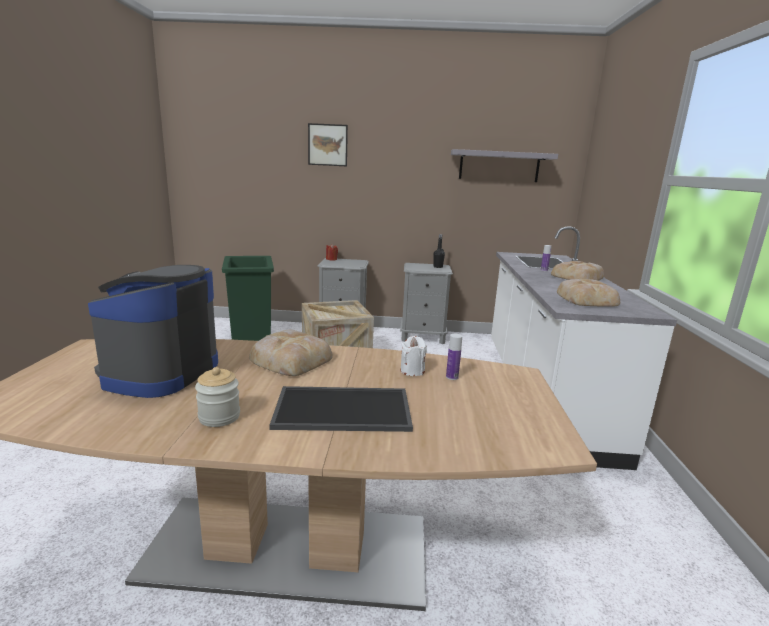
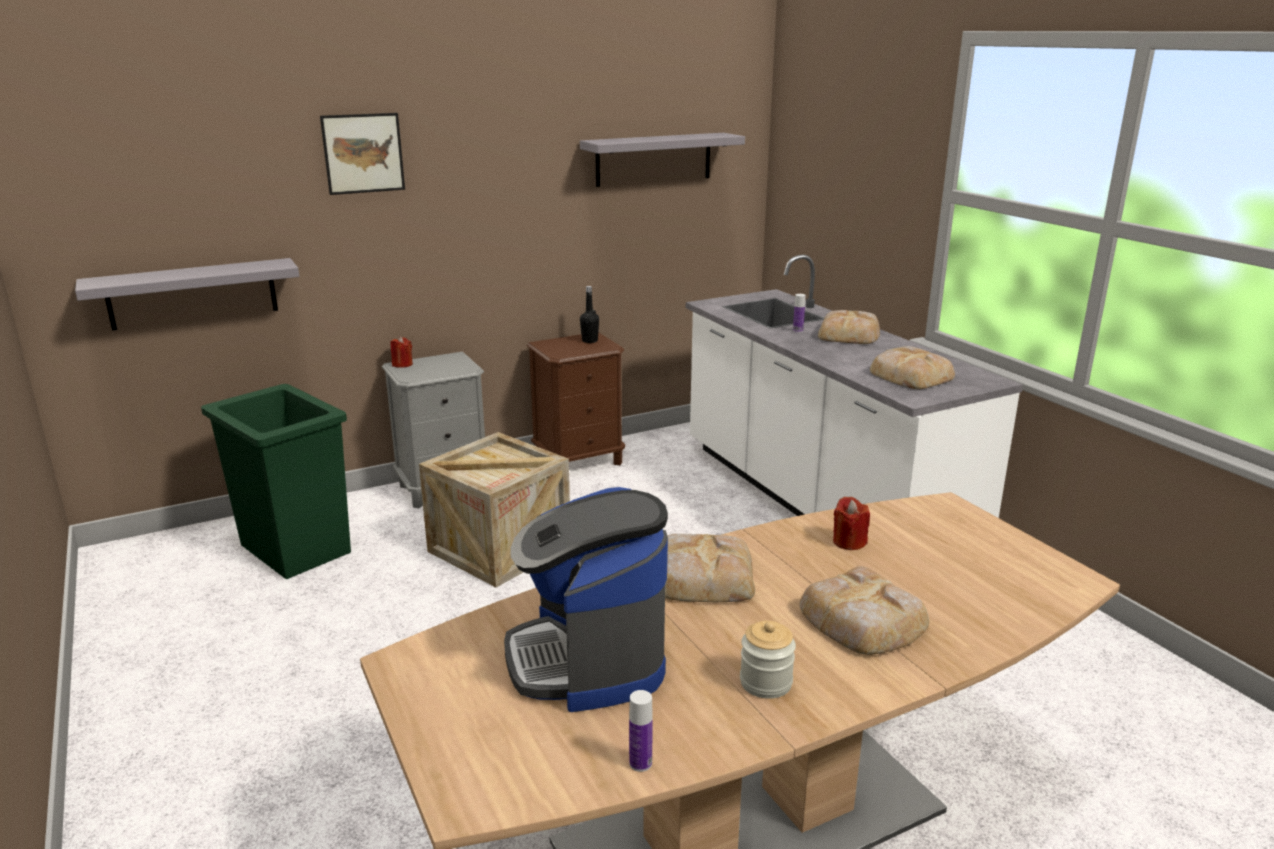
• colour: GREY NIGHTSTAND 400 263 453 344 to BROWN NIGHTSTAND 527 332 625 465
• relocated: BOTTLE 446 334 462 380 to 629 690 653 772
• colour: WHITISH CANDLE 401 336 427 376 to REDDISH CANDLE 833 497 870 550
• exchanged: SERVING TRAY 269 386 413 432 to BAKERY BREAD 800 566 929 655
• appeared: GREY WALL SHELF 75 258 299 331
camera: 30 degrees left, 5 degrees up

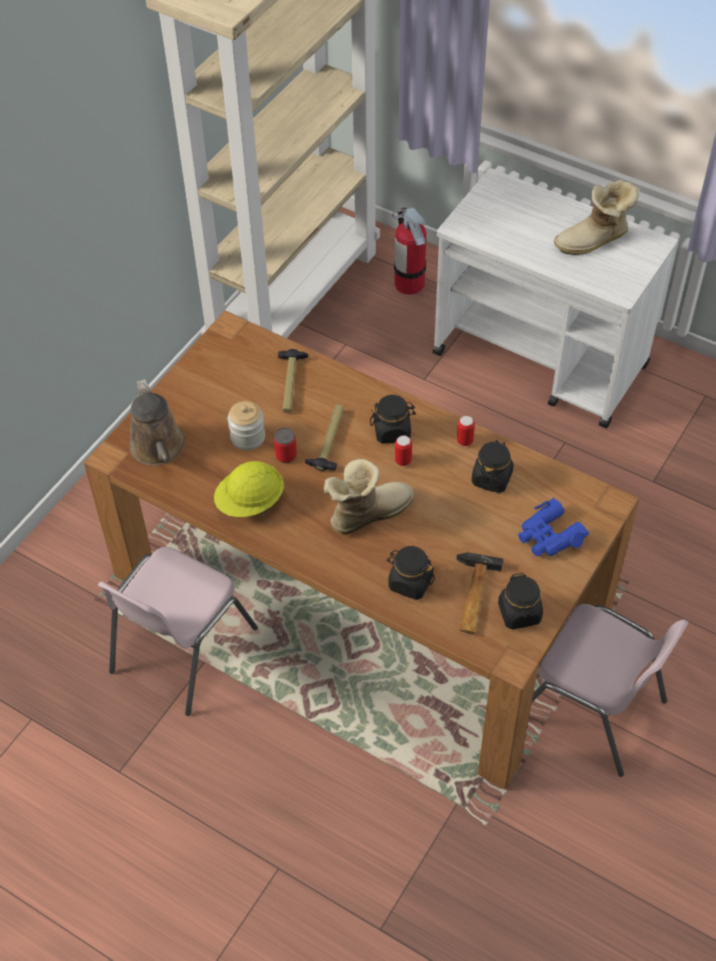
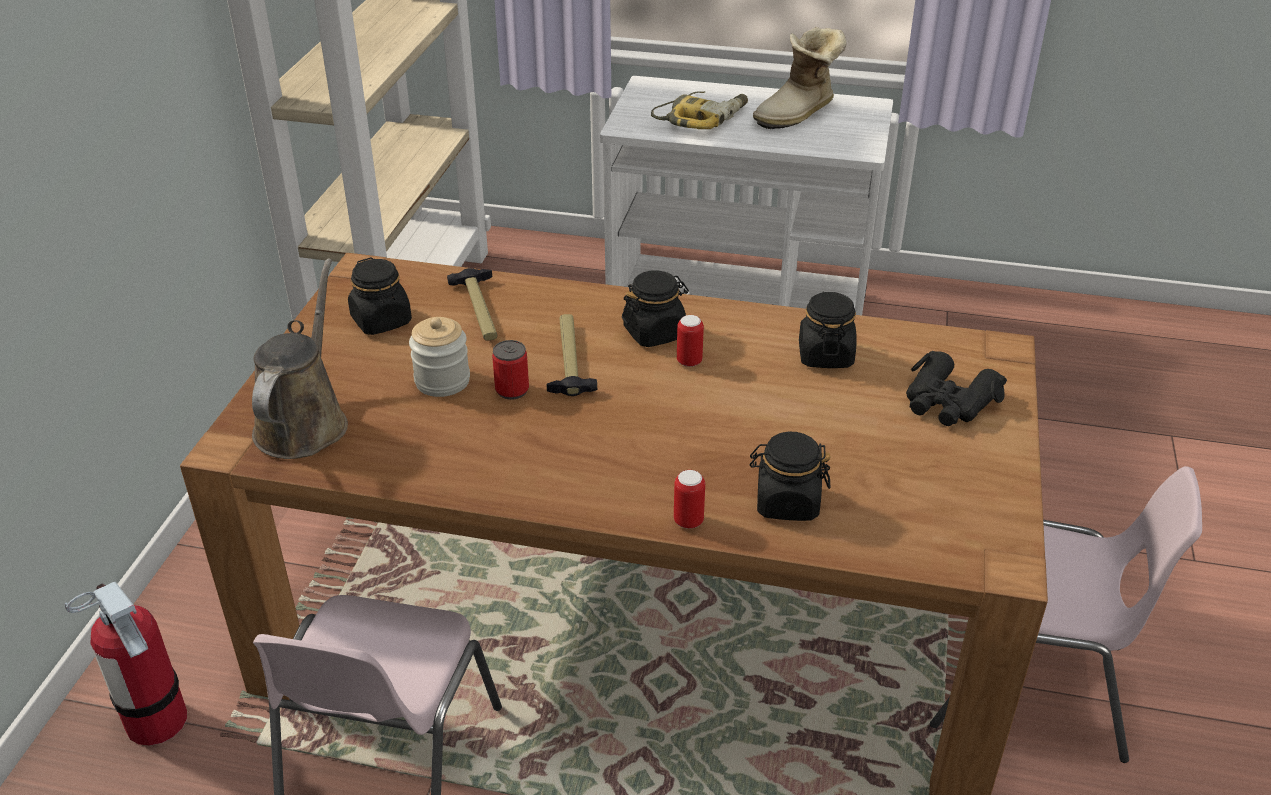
• relocated: FIRE EXTINGUISHER 392 207 426 295 to 64 582 187 746
• spun: BROWN WATERING CAN 129 379 185 466 = 252 259 348 459 135 degrees counterclockwise
• relocated: METAL CAN 457 416 475 446 to 674 470 705 529
• missing: TALL BOOT 324 459 414 535
• missing: YELLOW-COLOURED WORK HELMET 214 461 284 517
• colour: BLUE-COLOURED PAIR OF BINOCULARS 518 498 589 556 to BLACKISH PAIR OF BINOCULARS 906 351 1007 426
• missing: HAMMER 456 552 503 634
• relocated: BLACKISH PRESERVE JAR 498 573 543 629 to 348 257 412 335
• appeared: ELECTRIC DRILL 651 91 748 129
camera: 20 degrees left, 15 degrees down

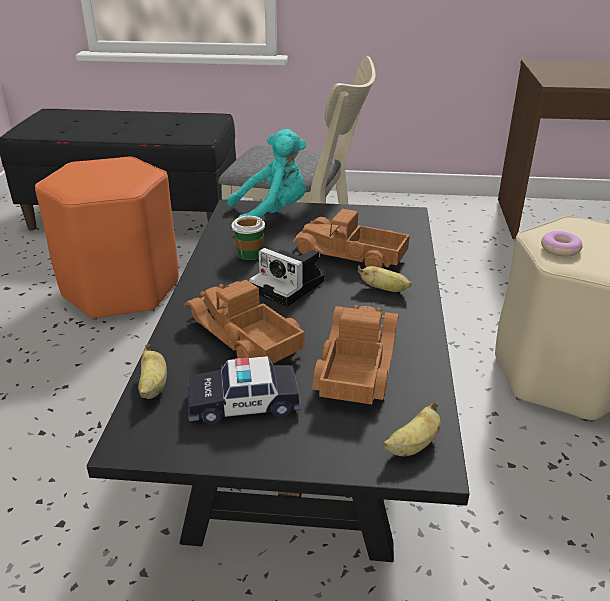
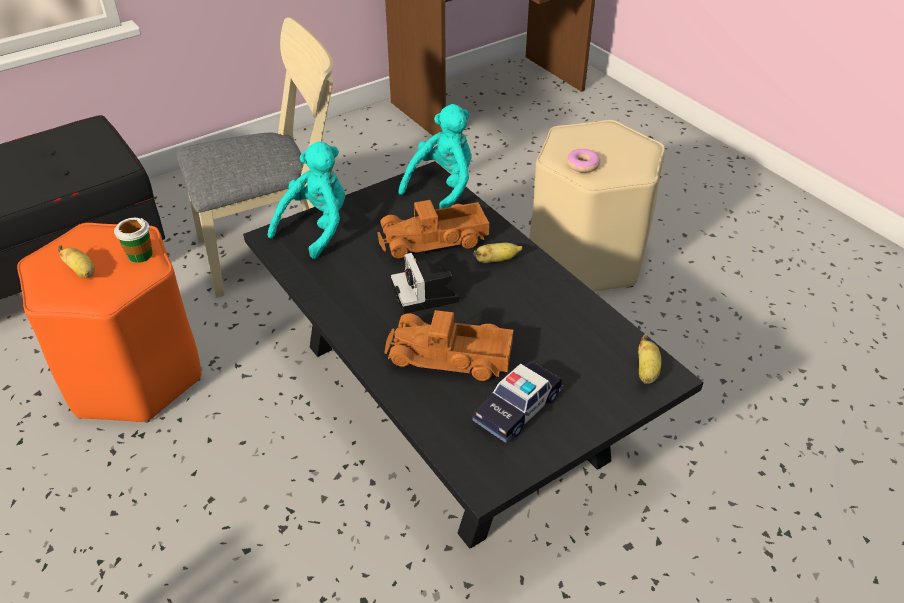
• relocated: SMALL CUP 231 215 265 260 to 114 218 153 263
• spun: STILL CAMERA 249 248 324 307 = 391 253 460 314 75 degrees clockwise
• missing: MODEL TRUCK 312 305 399 404
• relocated: BANANA 138 344 167 399 to 58 245 95 278
• appeared: TURQUOISE CUDDLY TOY 399 104 471 209
camera: 40 degrees left, 10 degrees up

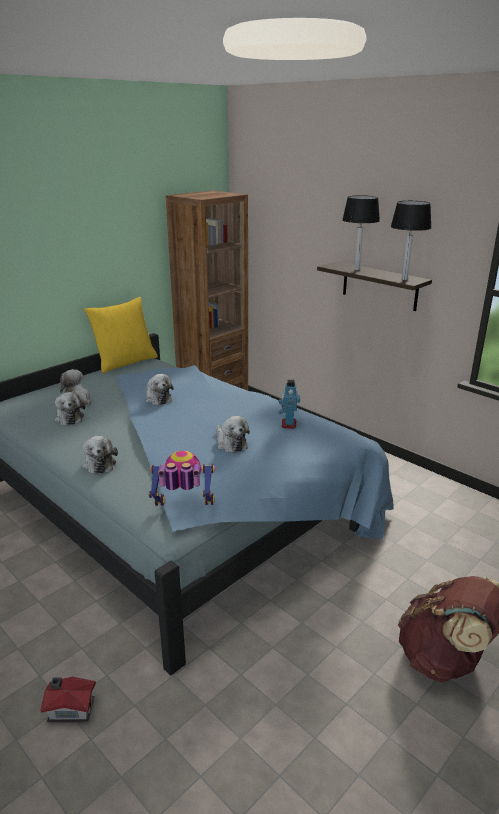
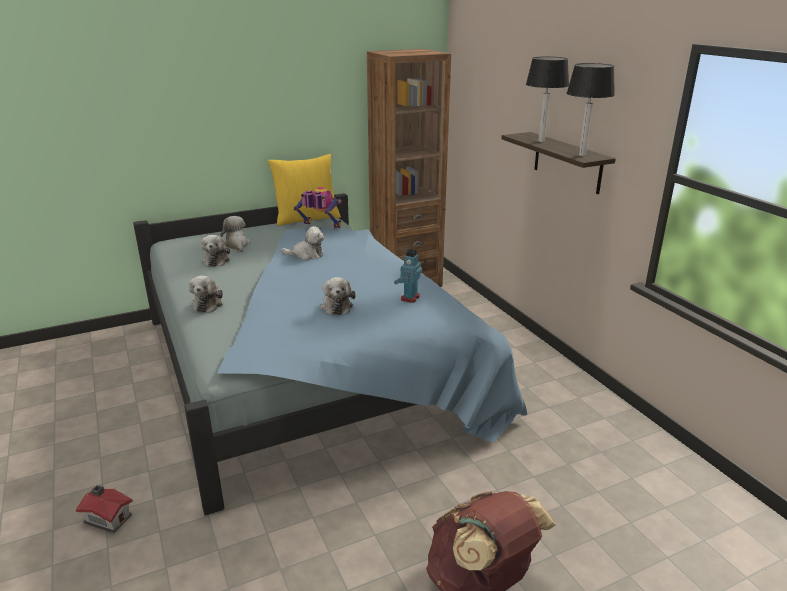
• spun: CUDDLY TOY 146 374 173 405 = 281 226 325 260 75 degrees counterclockwise
• relocated: TOY ROBOT 148 451 215 506 to 294 187 341 228
camera: 20 degrees right, 0 degrees up

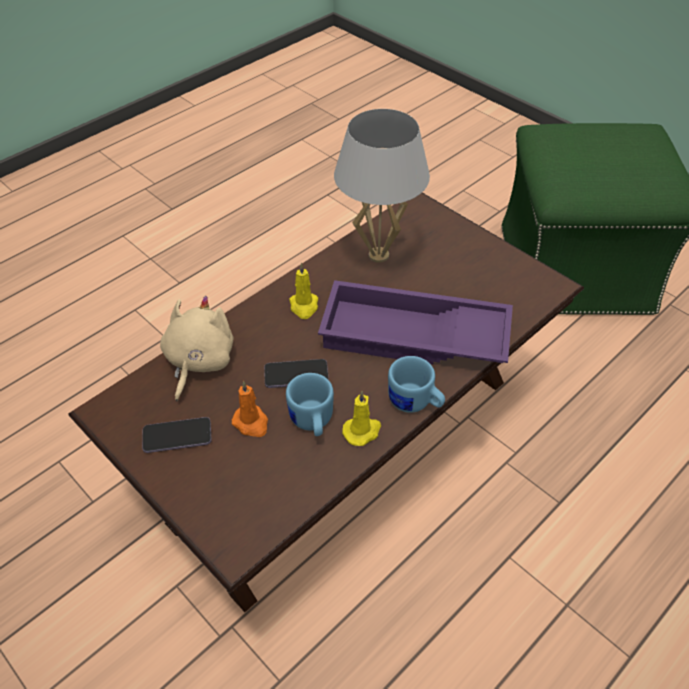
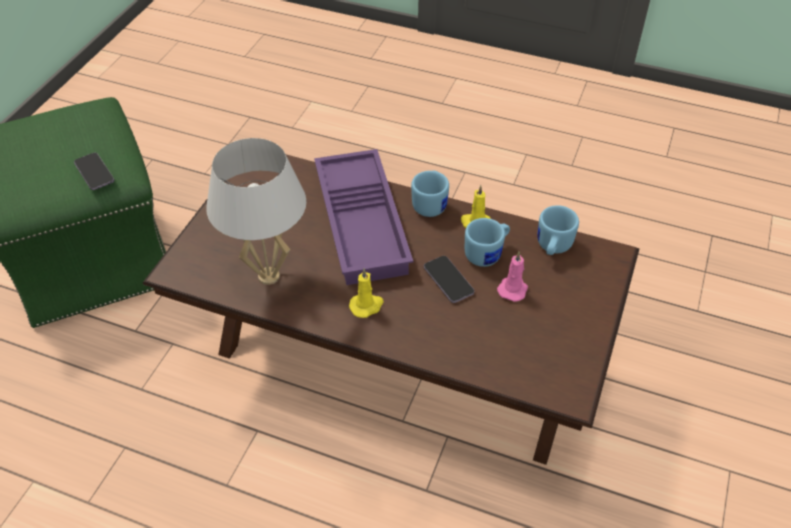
• missing: BEIGE CUDDLY TOY 160 296 234 402
• colour: ORANGE-COLOURED CANDLE 232 381 268 437 to PINK-COLOURED CANDLE 497 252 528 302
• relocated: PHONE 142 417 212 453 to 74 153 114 190
• appeared: BLUE-COLOURED COFFEE MUG 537 205 579 255
camera: 115 degrees left, 0 degrees up

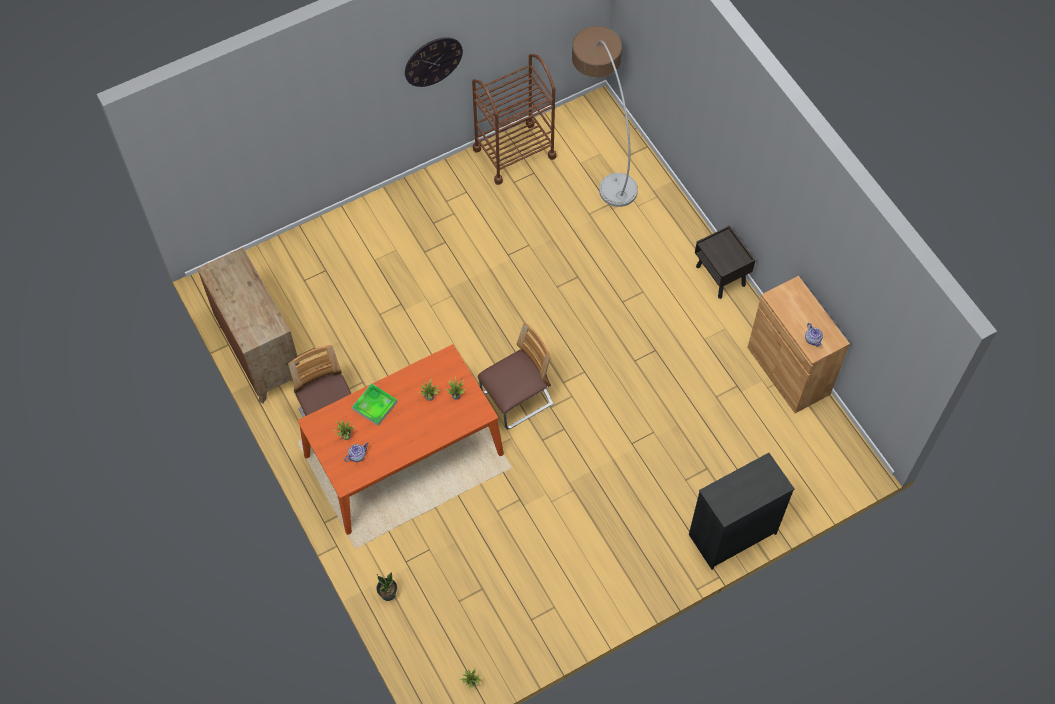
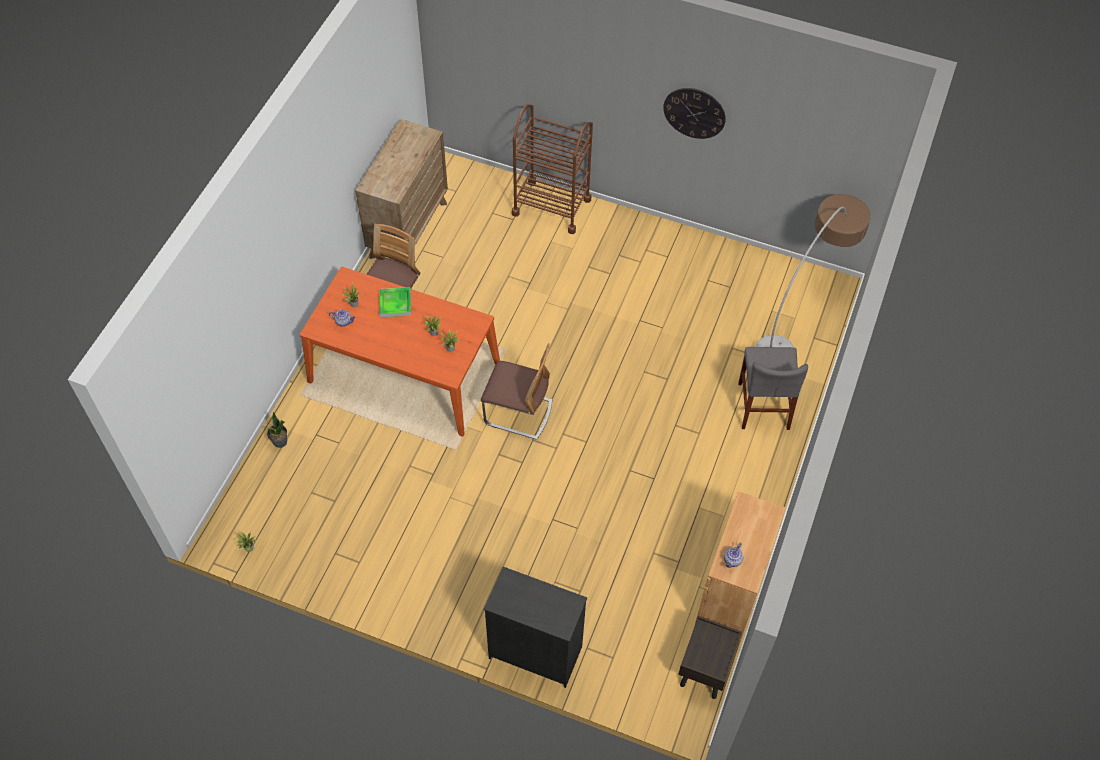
• relocated: BROWN WHEELED CART 472 54 556 185 to 512 104 593 234
• relocated: BROWN NIGHTSTAND 695 225 755 299 to 678 616 742 699
• appeared: GREY PLAIN CHAIR 738 347 808 430
camera: 50 degrees right, 5 degrees down

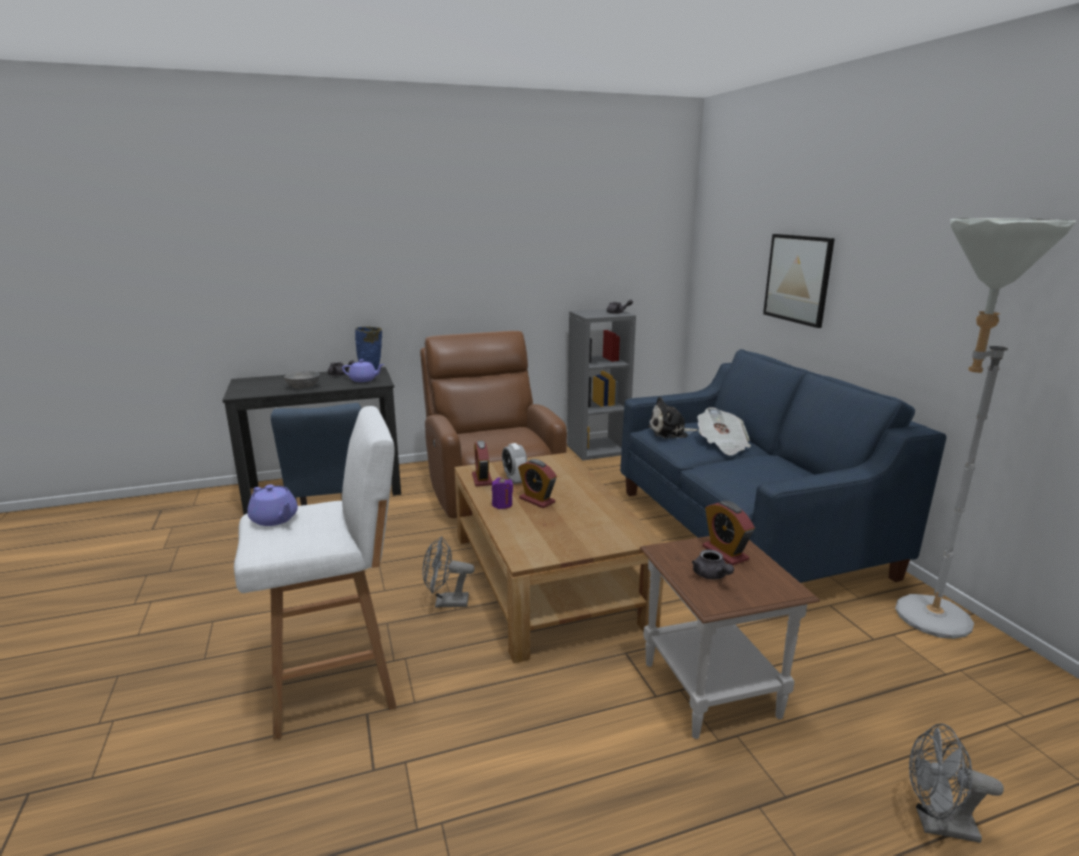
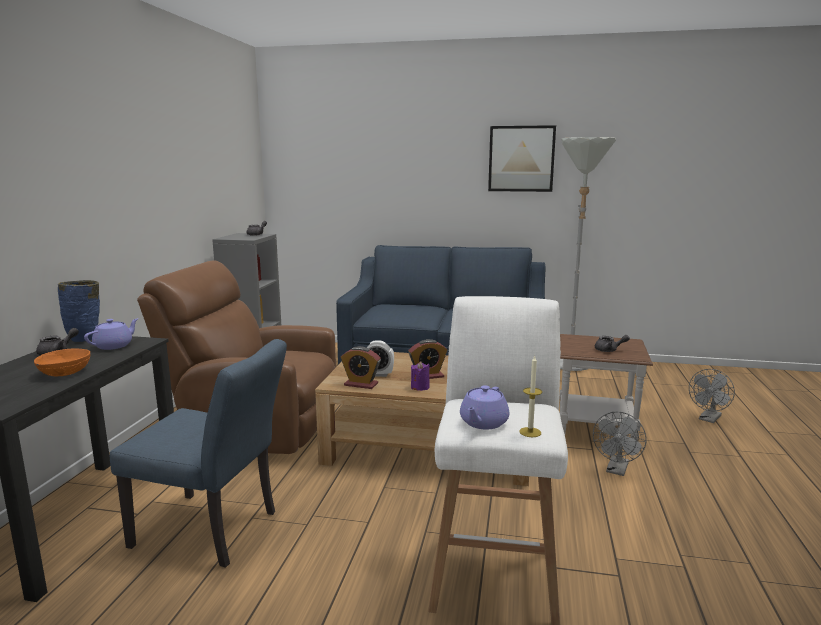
• relocated: WALL PICTURE 763 234 835 328 to 488 125 556 192
• colour: GREY DEEP DISH 284 371 320 389 to ORANGE-COLOURED DEEP DISH 34 348 90 376
• missing: CUDDLY TOY 648 397 698 439
• missing: DAILY PAPER 697 407 751 455
• spun: PURPLE TEAPOT 247 484 298 526 = 460 385 509 429 135 degrees clockwise
• missing: TABLE CLOCK 703 501 755 565
• relocated: GREY COOLING FAN 422 536 475 608 to 593 412 646 476
• appeared: CANDLE 519 356 542 437
camera: 60 degrees left, 5 degrees down

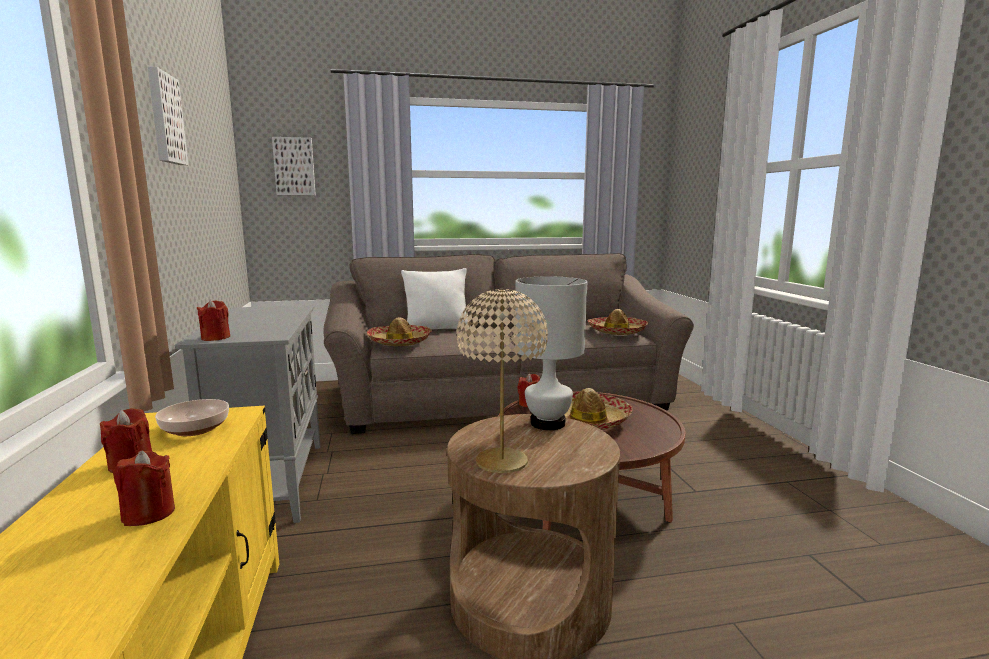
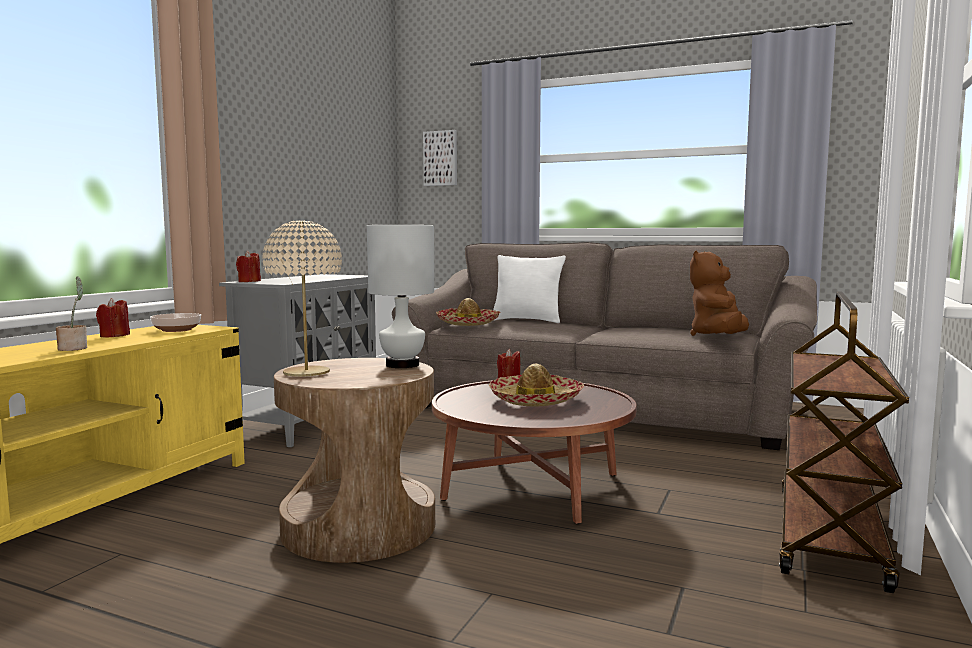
• missing: WALL PICTURE 147 66 188 165
• exchanged: WEARABLE HAT 587 309 648 335 to BROWN CUDDLY TOY 690 250 749 336
• exchanged: REDDISH CANDLE 113 450 175 526 to PLANT IN A POT 56 276 87 351
• appeared: BROWN WHEELED CART 779 291 909 593
camera: 35 degrees right, 5 degrees down

